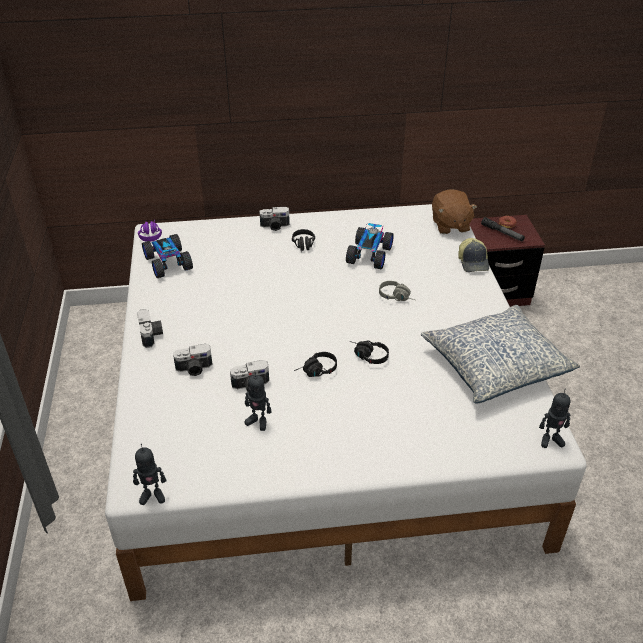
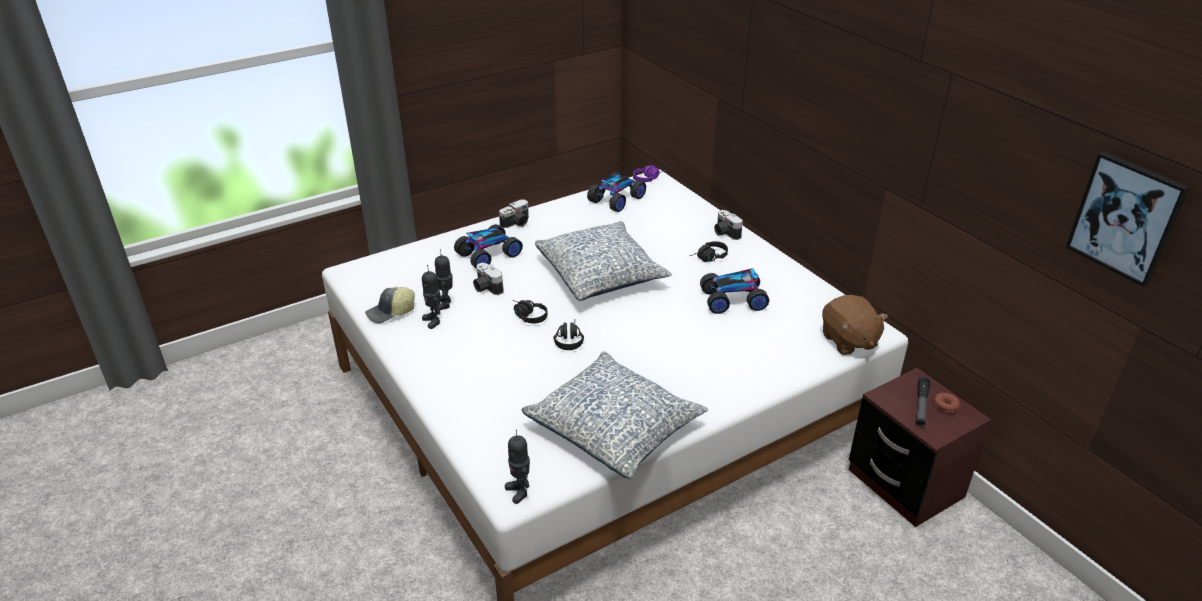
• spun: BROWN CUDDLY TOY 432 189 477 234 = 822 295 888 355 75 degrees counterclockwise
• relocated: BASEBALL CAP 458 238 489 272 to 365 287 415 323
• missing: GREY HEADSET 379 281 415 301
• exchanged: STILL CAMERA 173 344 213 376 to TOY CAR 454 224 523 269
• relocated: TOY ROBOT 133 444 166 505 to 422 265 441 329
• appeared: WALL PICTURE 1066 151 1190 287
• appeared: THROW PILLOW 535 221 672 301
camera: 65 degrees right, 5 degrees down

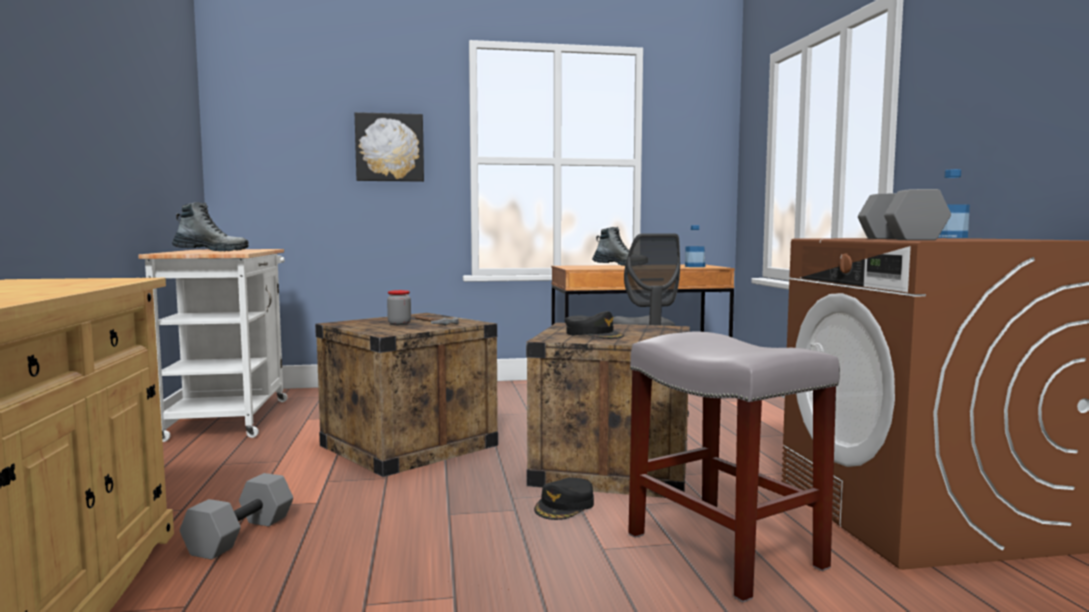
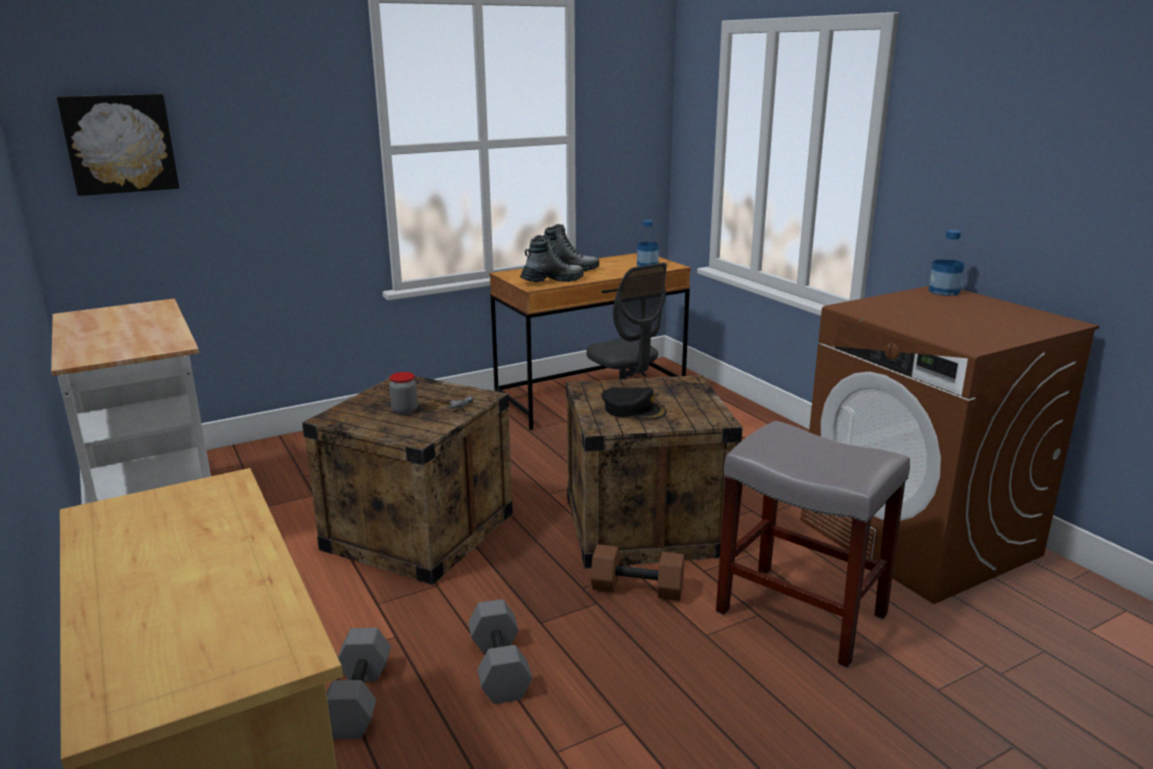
• relocated: WALL PICTURE 355 112 424 182 to 57 94 179 196
• relocated: GREY HAND WEIGHT 858 189 951 240 to 468 599 532 704
• relocated: TALL BOOT 172 202 249 251 to 520 235 584 282
• exchanged: BLACKISH BASEBALL CAP 534 478 594 520 to BROWN HAND WEIGHT 590 544 684 601
camera: 20 degrees left, 15 degrees up

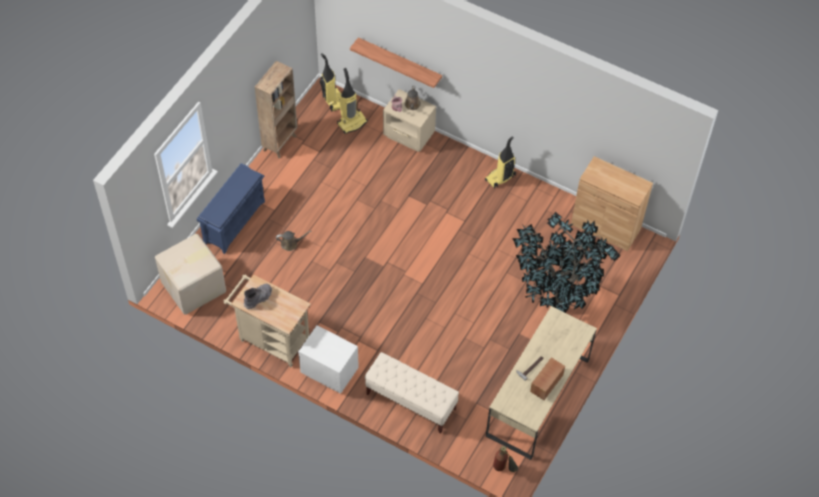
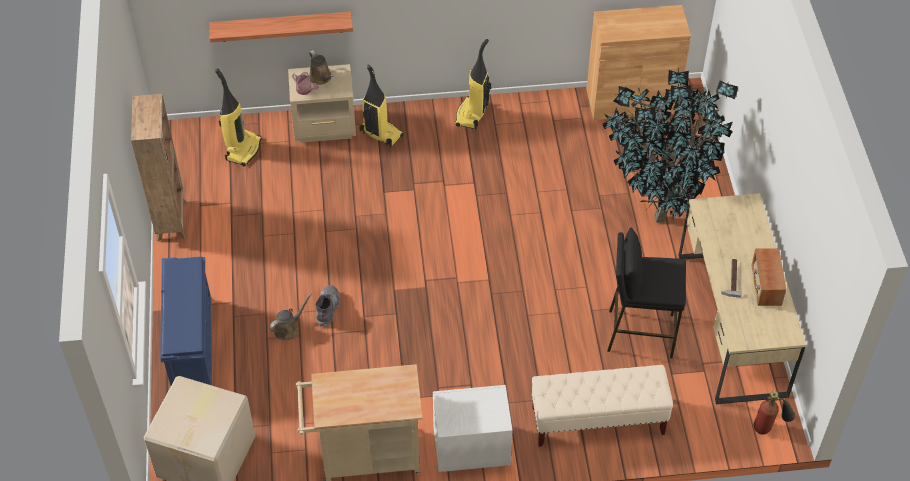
• relocated: HOOVER 320 53 342 111 to 359 65 404 148
• relocated: GREY TALL BOOT 244 284 272 309 to 315 285 340 327
• appeared: BLACKISH SITTING STOOL 607 228 686 358
camera: 35 degrees left, 5 degrees down

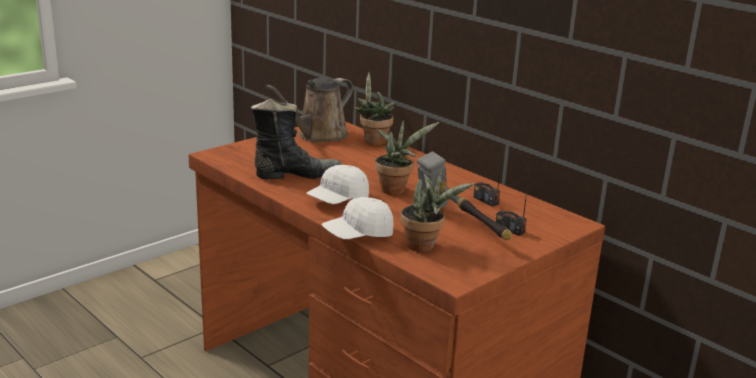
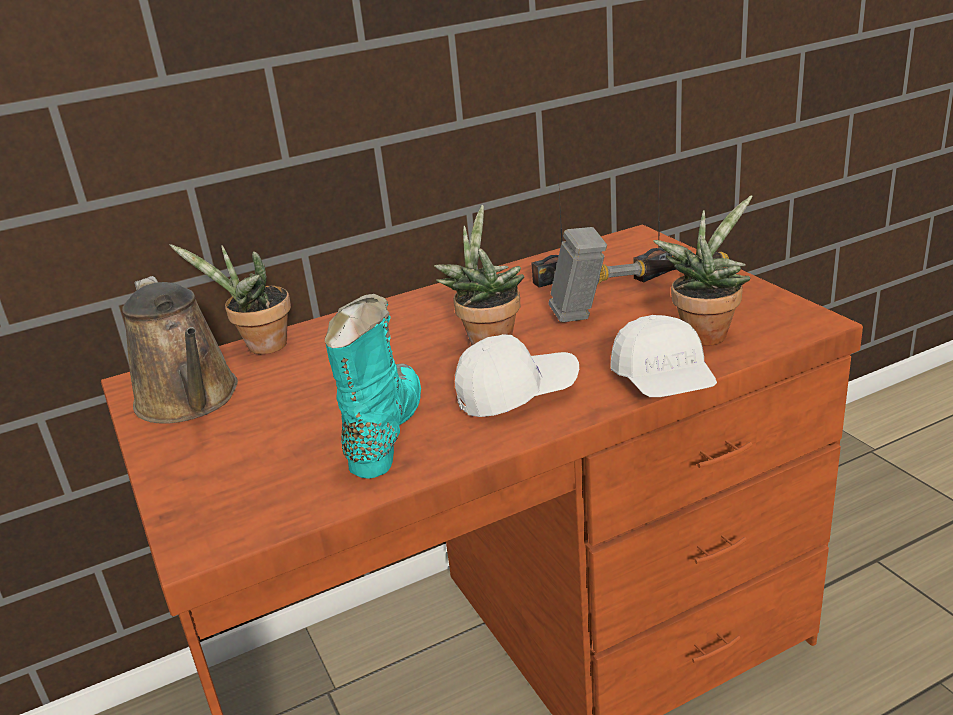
• colour: BLACKISH TALL BOOT 251 99 342 179 to TURQUOISE TALL BOOT 325 294 421 479
• spun: WHITISH BASEBALL CAP 306 165 369 204 = 455 334 579 417 75 degrees counterclockwise
camera: 70 degrees left, 5 degrees up

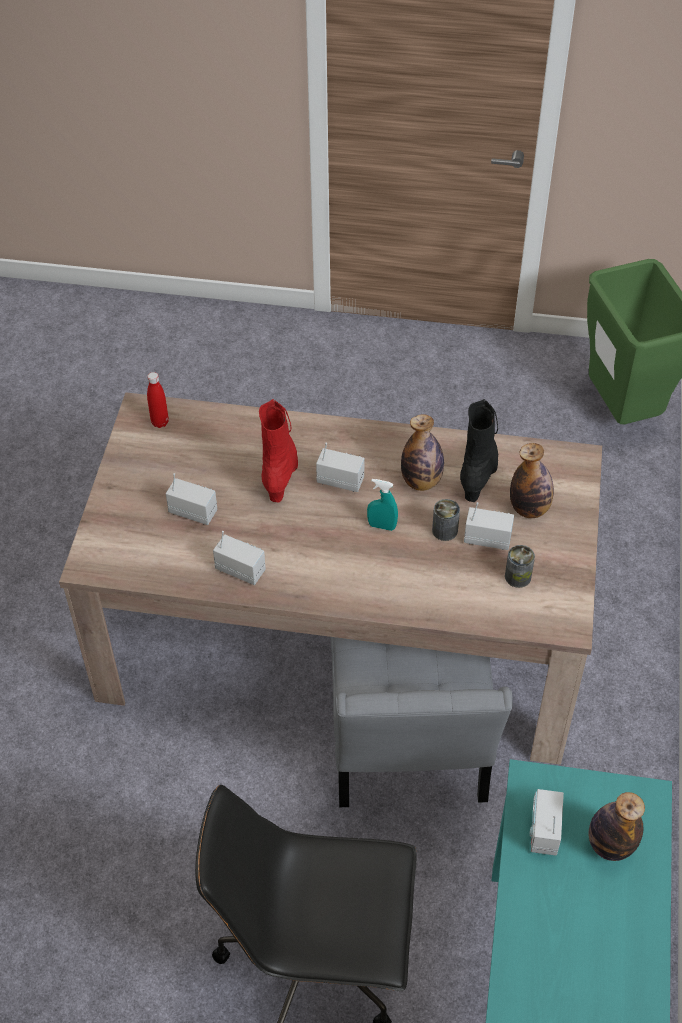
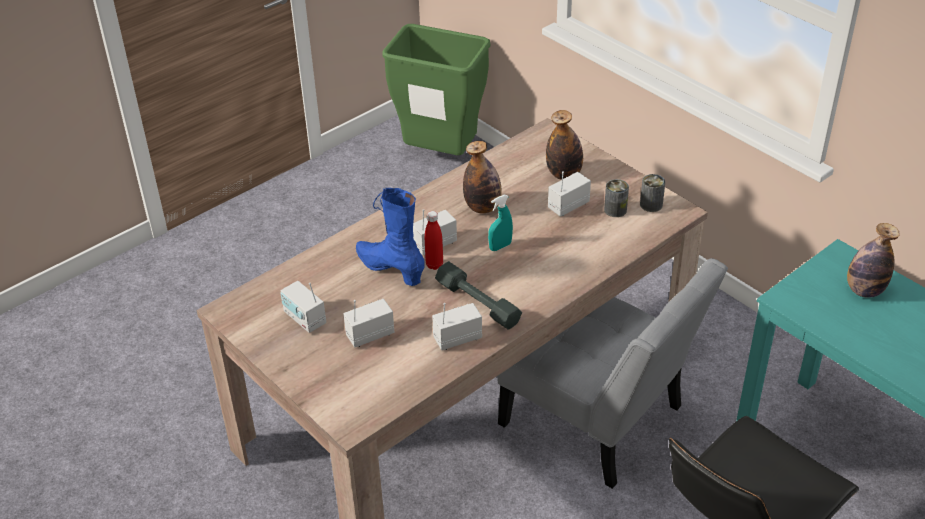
• relocated: REDDISH BOTTLE 147 372 169 428 to 425 211 443 270
• colour: REDDISH TALL BOOT 259 399 298 503 to BLUE-COLOURED TALL BOOT 356 188 425 286
• missing: BLACKISH TALL BOOT 460 399 498 502
• relocated: METAL CAN 432 499 460 541 to 640 174 665 212
• relocated: RADIO SET 530 789 564 856 to 281 281 326 333
• appeared: GREY HAND WEIGHT 435 261 522 330
camera: 50 degrees left, 10 degrees down

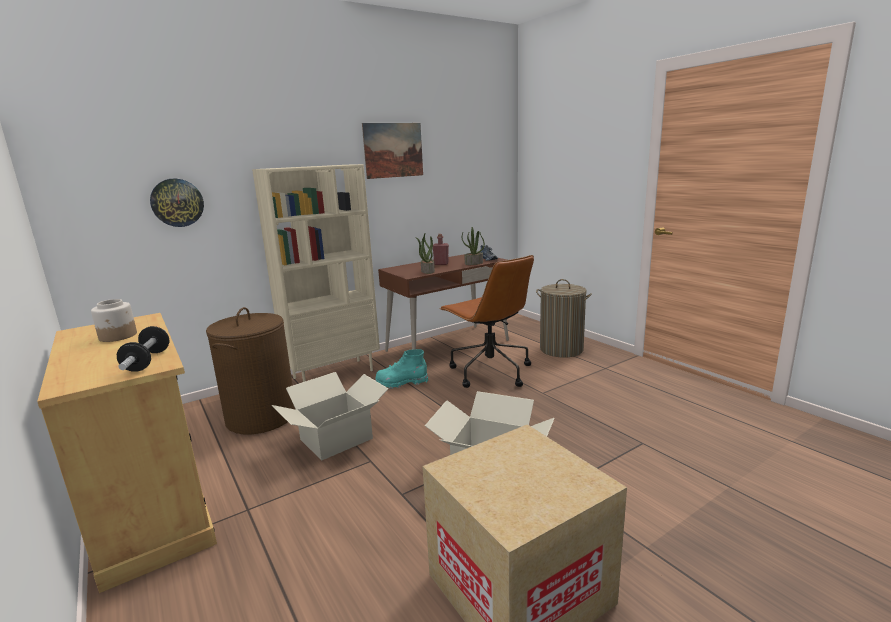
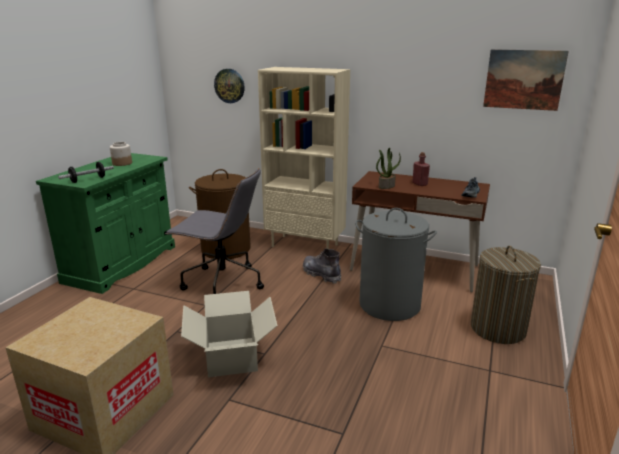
• relocated: WALL PICTURE 362 123 423 179 to 483 49 569 111
• missing: PLANT IN A POT 462 227 485 265
• exchanged: BROWN OFFICE CHAIR 439 255 534 388 to GREY HAMPER 355 208 437 321
• colour: BEIGE CUPBOARD 37 313 217 593 to GREENISH CUPBOARD 36 153 175 294
• colour: TURQUOISE TALL BOOT 375 349 428 389 to GREY TALL BOOT 303 248 341 284
• exchanged: PACKING BOX 271 372 388 461 to GREY OFFICE CHAIR 165 168 264 294
camera: 55 degrees right, 5 degrees up

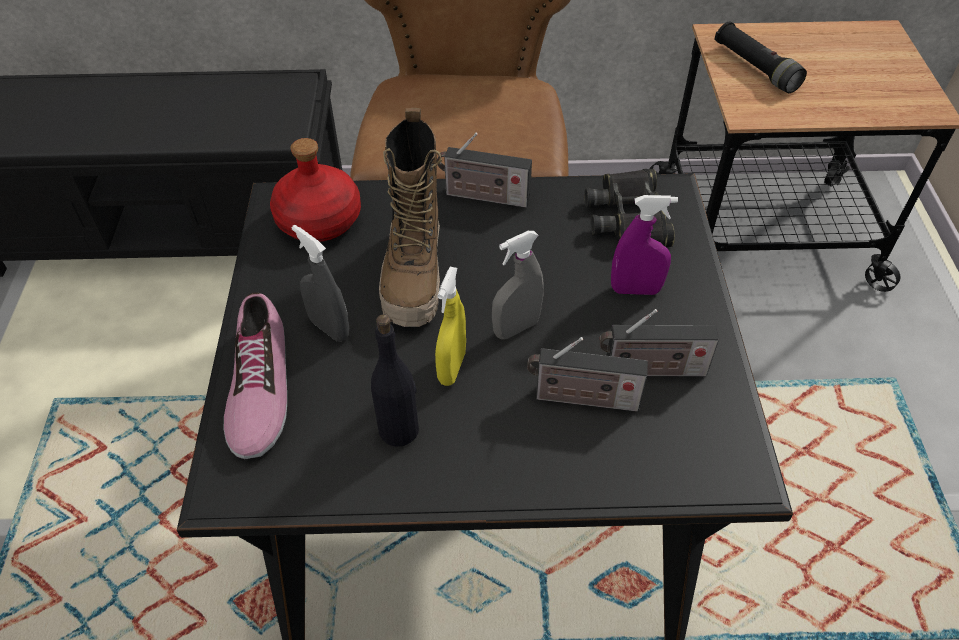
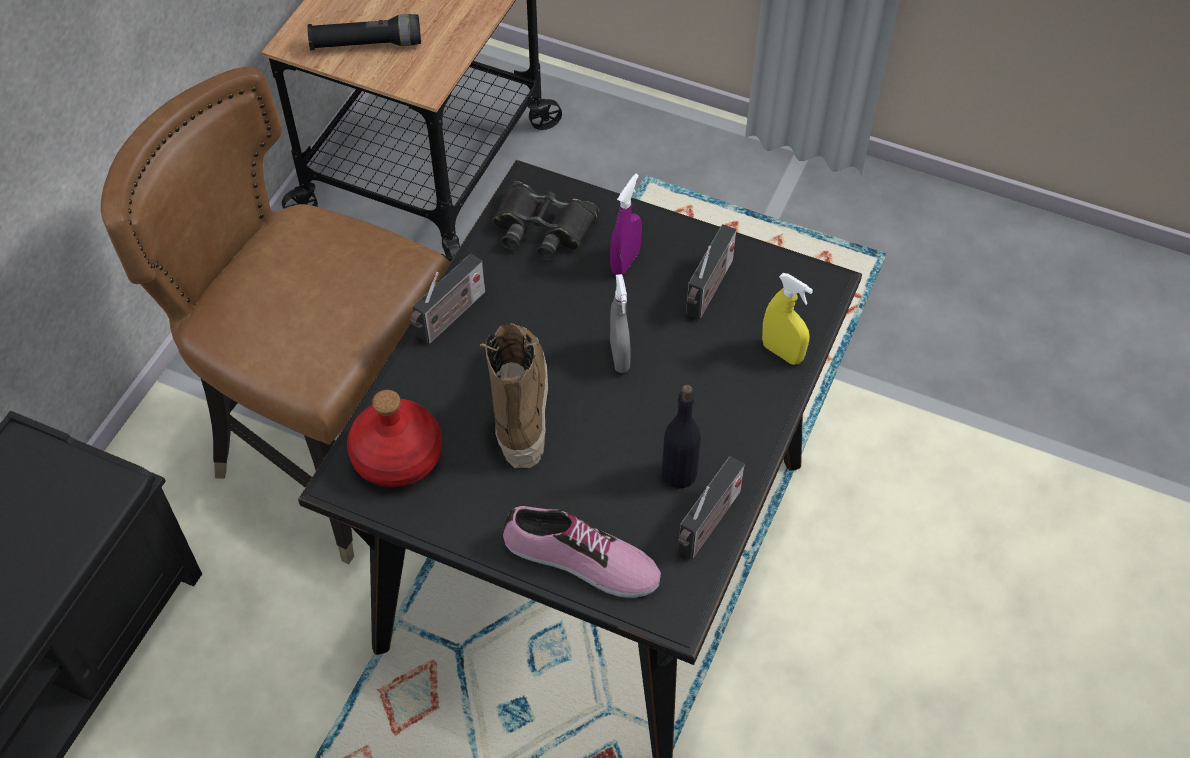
• spun: TALL BOOT 379 108 442 327 = 480 323 548 468 120 degrees counterclockwise
• missing: GREY SPRAYER 292 225 349 341
• relocated: YELLOW-COLOURED SPRAYER 435 267 466 386 to 762 273 813 365
• relocated: RADIO SET 527 337 648 412 to 678 456 745 560
camera: 65 degrees left, 5 degrees up

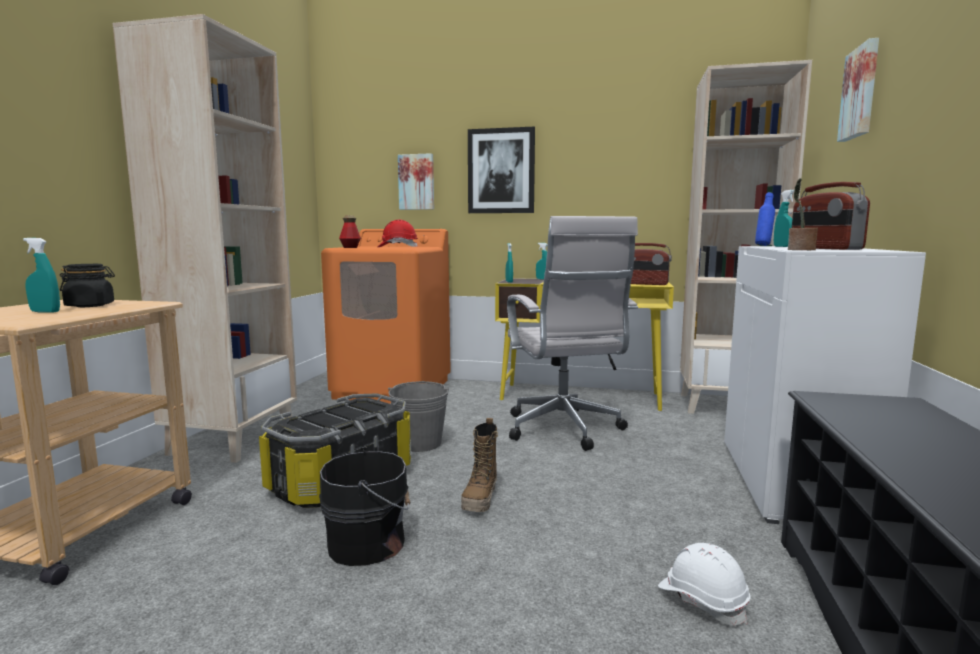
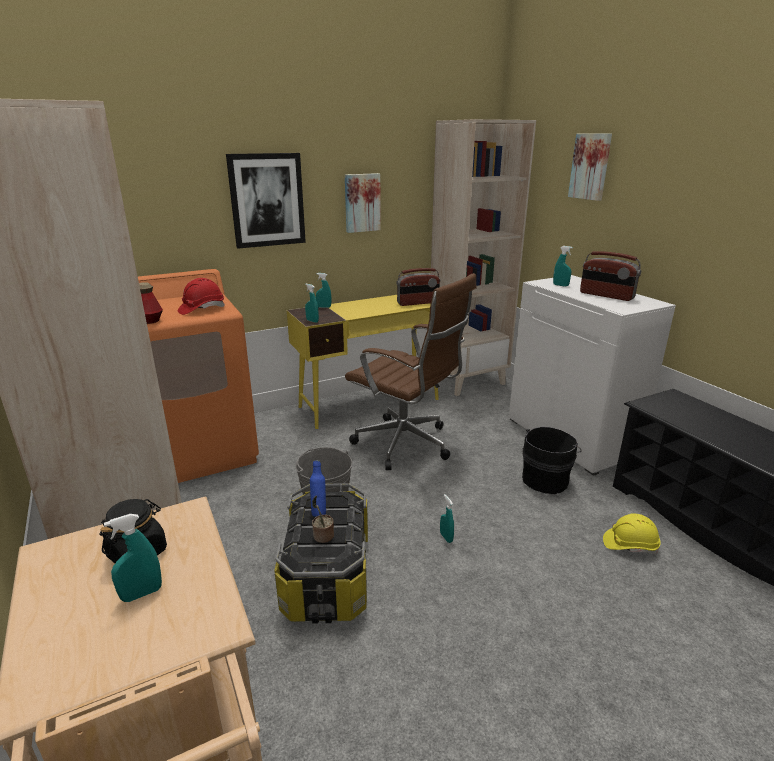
• relocated: WALL PICTURE 398 153 434 210 to 345 173 381 233
• relocated: PLANT IN A POT 788 178 818 250 to 312 496 334 543
• relocated: BLUE-COLOURED BOTTLE 755 192 775 246 to 310 460 326 517
• colour: WHITISH OFFICE CHAIR 507 216 638 451 to BROWN OFFICE CHAIR 345 273 477 470
• exchanged: TALL BOOT 461 418 498 512 to TURQUOISE SPRAYER 440 494 454 543
• relocated: BLACKISH PAIL 319 447 410 566 to 522 427 581 494
• colour: WHITISH WORK HELMET 658 543 750 625 to YELLOW-COLOURED WORK HELMET 603 514 661 554
camera: 40 degrees left, 15 degrees up

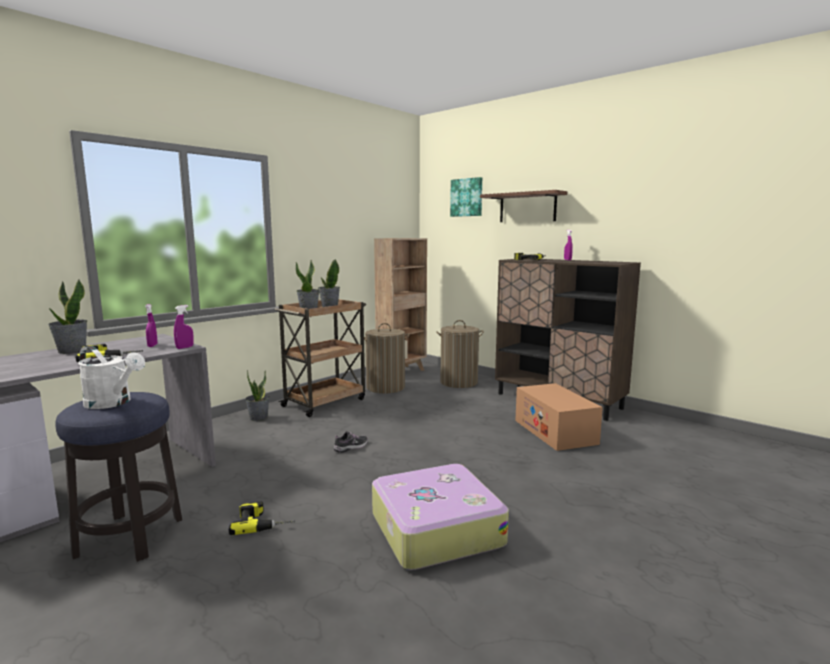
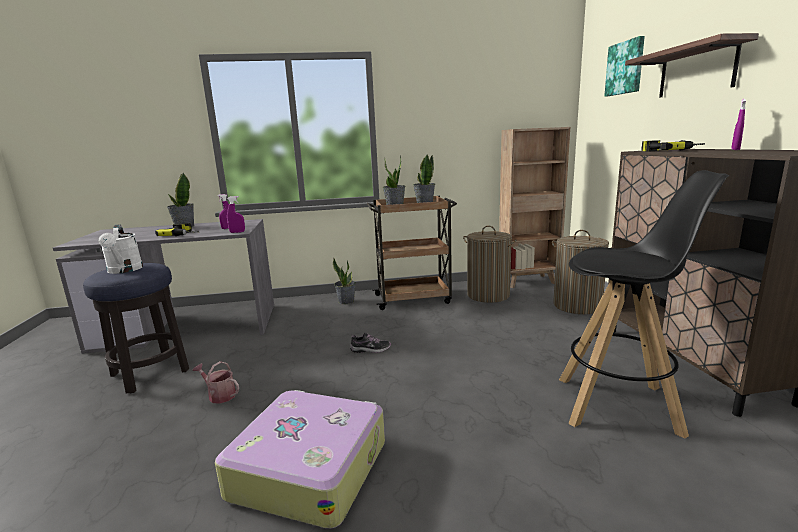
• exchanged: PACKING BOX 515 383 603 451 to BLACKISH SITTING STOOL 559 170 729 439
• exchanged: ELECTRIC DRILL 229 501 295 535 to WATERING CAN 193 361 239 404
camera: 40 degrees right, 5 degrees up

